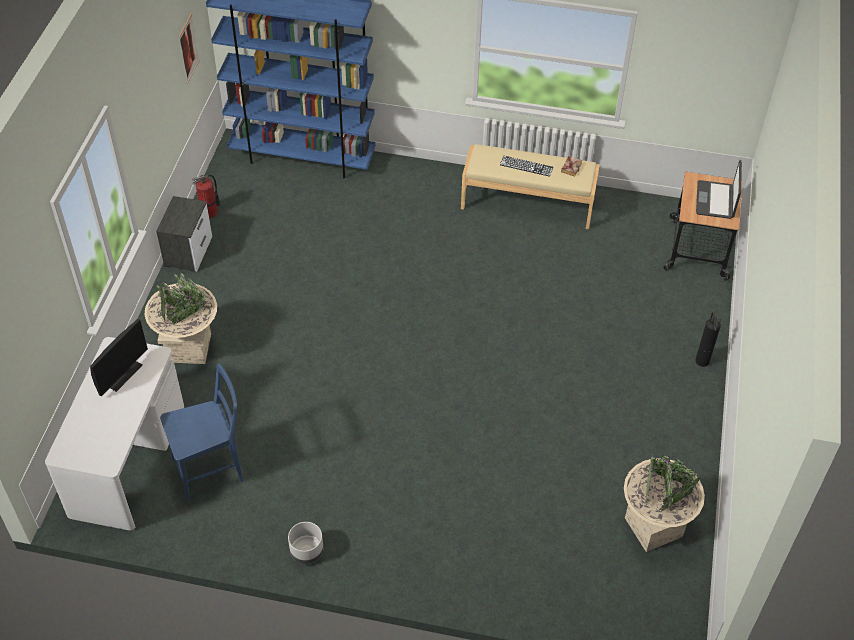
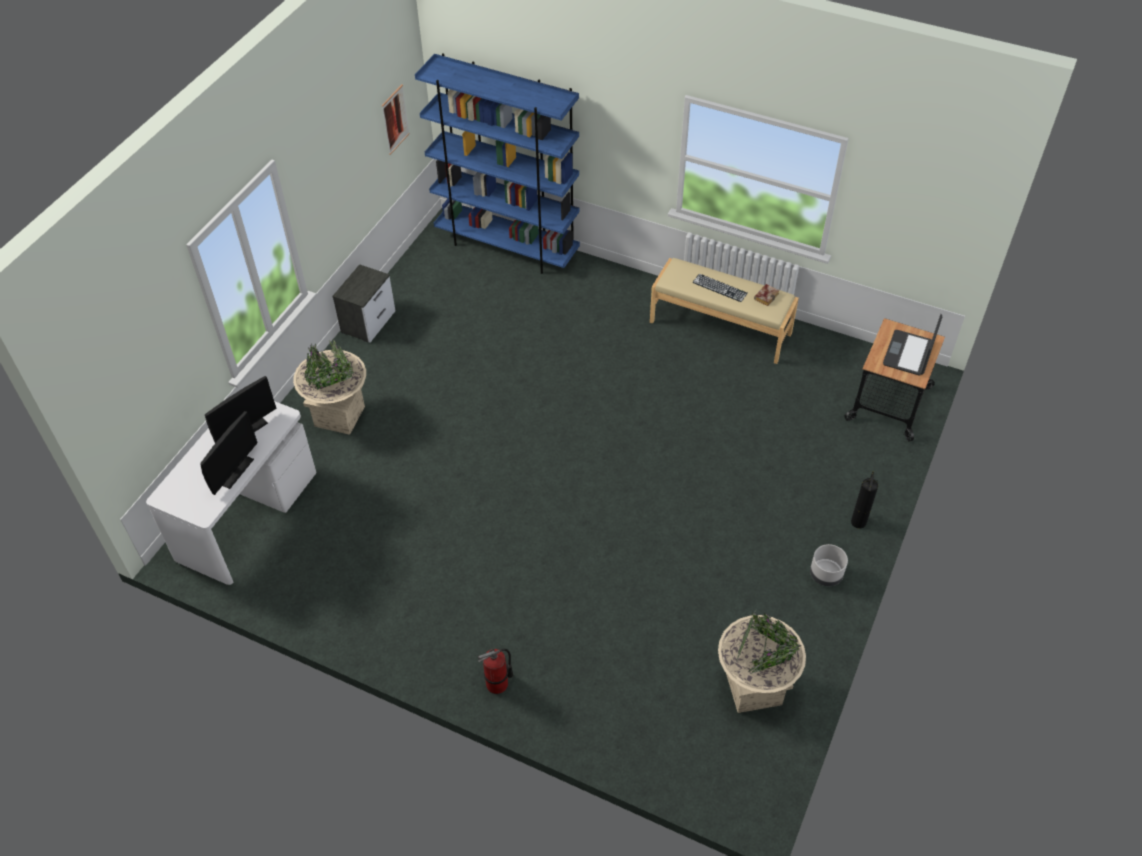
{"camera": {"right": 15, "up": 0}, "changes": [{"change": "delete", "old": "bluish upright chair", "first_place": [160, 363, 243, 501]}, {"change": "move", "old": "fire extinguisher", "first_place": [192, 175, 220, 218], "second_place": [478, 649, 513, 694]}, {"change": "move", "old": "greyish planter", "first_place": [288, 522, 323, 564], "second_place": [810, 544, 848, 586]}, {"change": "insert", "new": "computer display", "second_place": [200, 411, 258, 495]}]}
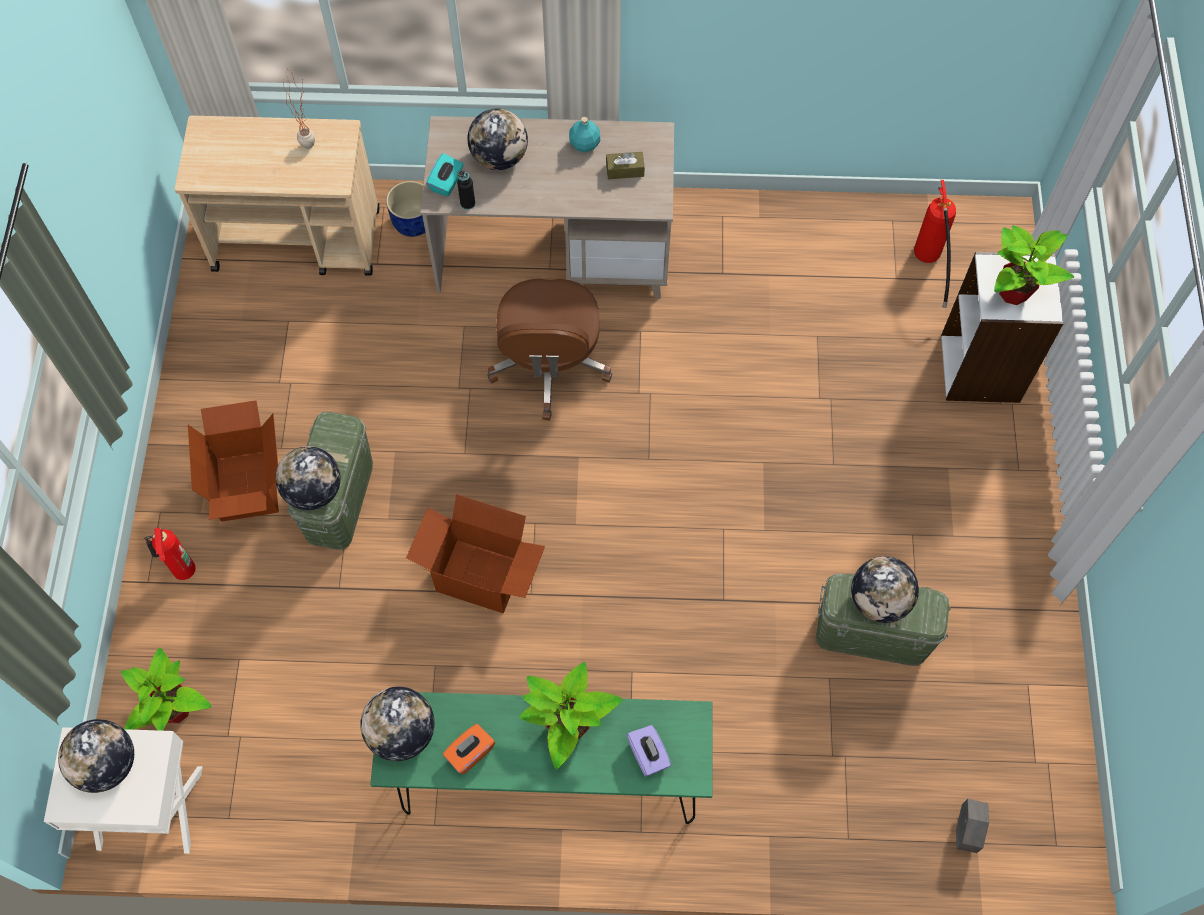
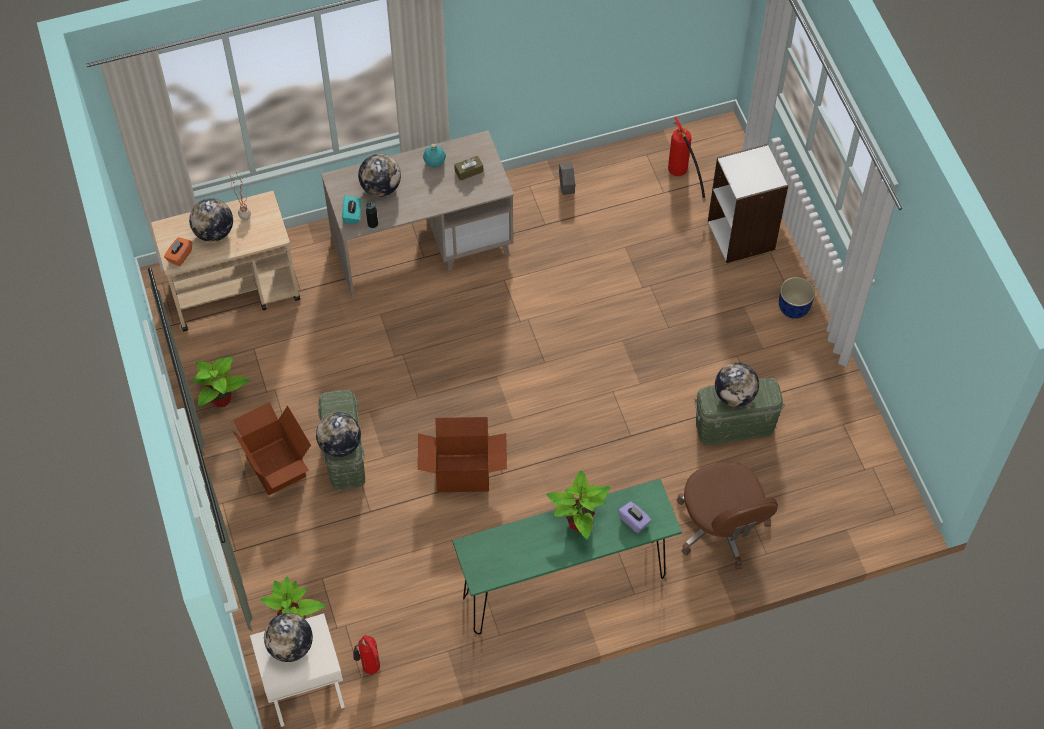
{"camera": {"right": -20, "up": -5}, "changes": [{"change": "move", "old": "fire extinguisher", "first_place": [144, 528, 196, 580], "second_place": [353, 634, 380, 674]}, {"change": "move", "old": "desk globe", "first_place": [360, 687, 435, 761], "second_place": [189, 198, 233, 242]}, {"change": "move", "old": "bluish planter", "first_place": [386, 181, 425, 237], "second_place": [779, 277, 815, 319]}, {"change": "move", "old": "orange box of tissues", "first_place": [443, 724, 495, 774], "second_place": [164, 237, 192, 266]}, {"change": "move", "old": "brown-coloured desk chair", "first_place": [487, 279, 612, 421], "second_place": [677, 462, 778, 570]}, {"change": "move", "old": "greyish planter", "first_place": [956, 799, 989, 853], "second_place": [559, 163, 575, 195]}, {"change": "move", "old": "houseplant", "first_place": [994, 225, 1074, 305], "second_place": [192, 357, 250, 407]}]}
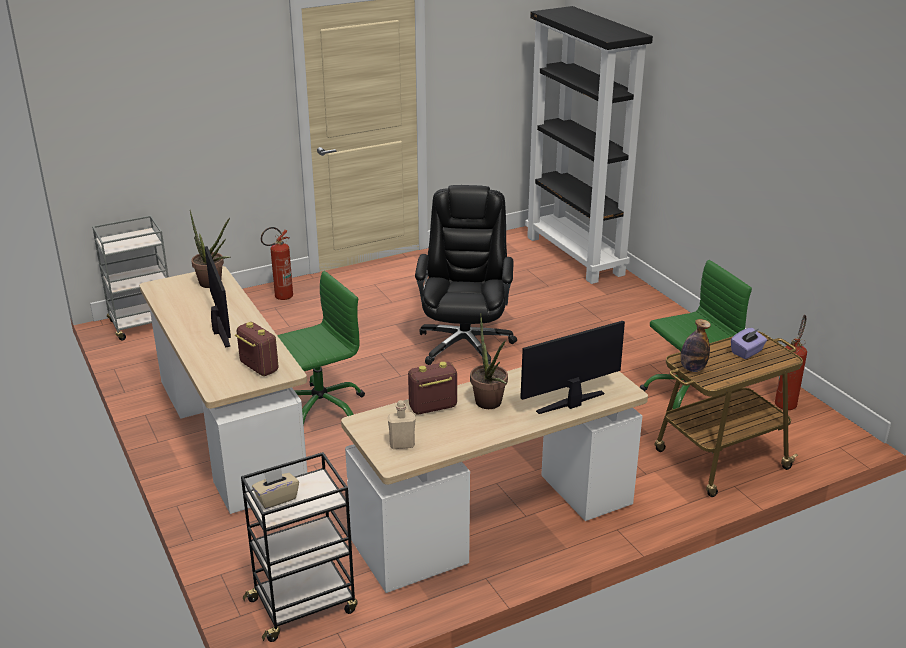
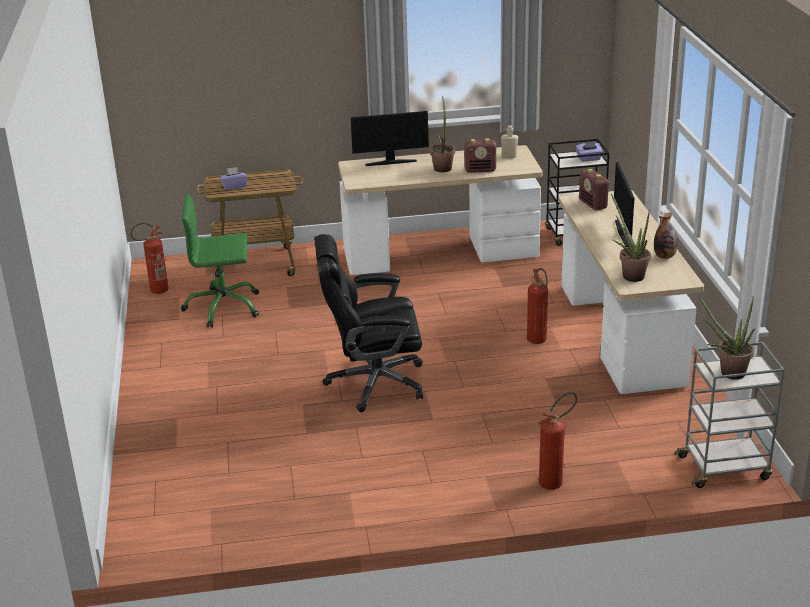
{"camera": {"right": -160, "up": 0}, "changes": [{"change": "recolor", "old": "sand-coloured box of tissues", "new": "purplish box of tissues", "first_place": [252, 468, 299, 509], "second_place": [576, 142, 603, 162]}, {"change": "replace", "old": "greenish desk chair", "new": "fire extinguisher", "first_place": [277, 271, 365, 425], "second_place": [527, 268, 548, 344]}, {"change": "rotate", "old": "black-coloured desk chair", "first_place": [415, 185, 517, 365], "second_place": [314, 234, 423, 412], "degrees": 60}, {"change": "delete", "old": "black-coloured shelving unit", "first_place": [525, 6, 653, 284]}, {"change": "move", "old": "drink bottle", "first_place": [680, 319, 711, 372], "second_place": [654, 213, 678, 259]}, {"change": "insert", "new": "houseplant", "second_place": [698, 296, 755, 380]}]}
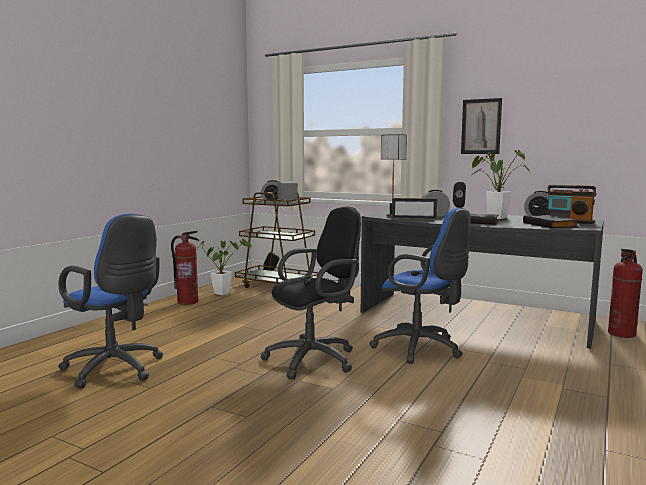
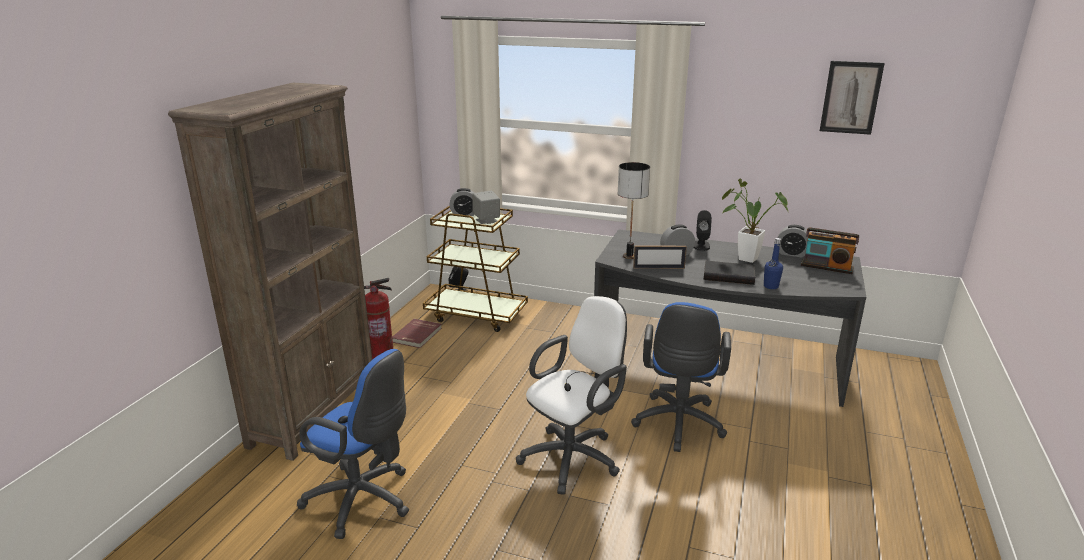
{"camera": {"right": -10, "up": 15}, "changes": [{"change": "replace", "old": "houseplant", "new": "reddish bound book", "first_place": [197, 239, 252, 295], "second_place": [392, 319, 442, 348]}, {"change": "recolor", "old": "black-coloured desk chair", "new": "white desk chair", "first_place": [261, 206, 361, 379], "second_place": [516, 296, 627, 495]}, {"change": "rotate", "old": "bluish desk chair", "first_place": [370, 208, 471, 364], "second_place": [631, 302, 731, 452], "degrees": 75}, {"change": "move", "old": "wall art", "first_place": [461, 98, 502, 154], "second_place": [820, 61, 885, 135]}, {"change": "delete", "old": "black-coloured bound book", "first_place": [523, 215, 579, 229]}, {"change": "delete", "old": "fire extinguisher", "first_place": [608, 249, 643, 338]}, {"change": "insert", "new": "brown-coloured shelving unit", "second_place": [168, 83, 372, 461]}, {"change": "insert", "new": "bluish drink bottle", "second_place": [764, 238, 783, 289]}]}
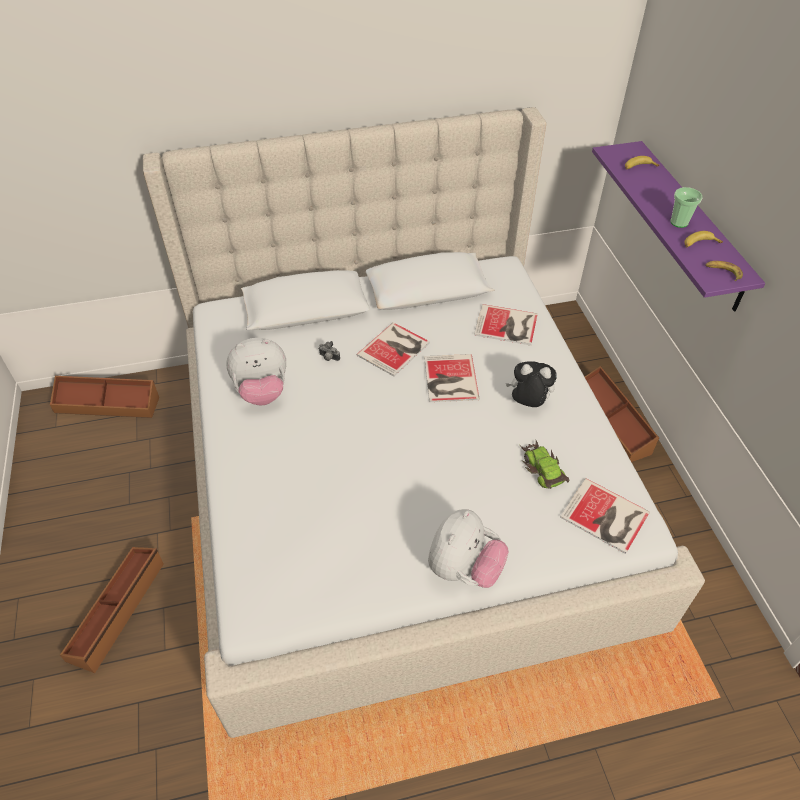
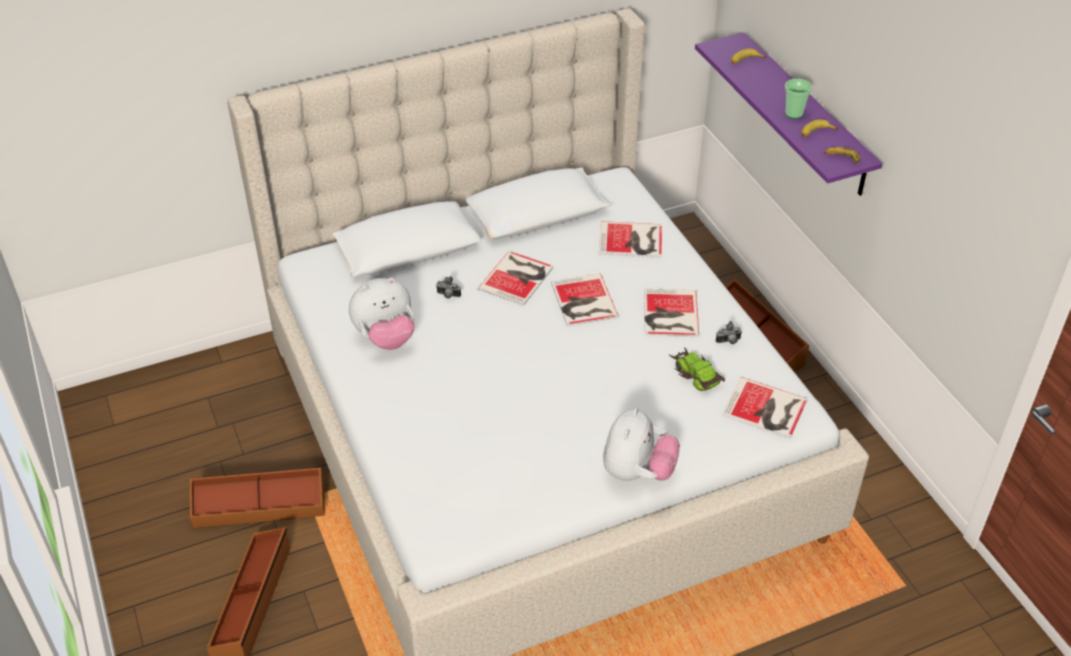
{"camera": {"right": -10, "up": -5}, "changes": [{"change": "move", "old": "brown-coloured storage box", "first_place": [50, 376, 159, 418], "second_place": [190, 468, 325, 528]}, {"change": "replace", "old": "soft toy", "new": "bound book", "first_place": [506, 361, 557, 407], "second_place": [644, 289, 699, 337]}, {"change": "insert", "new": "photo camera", "second_place": [716, 321, 742, 344]}]}
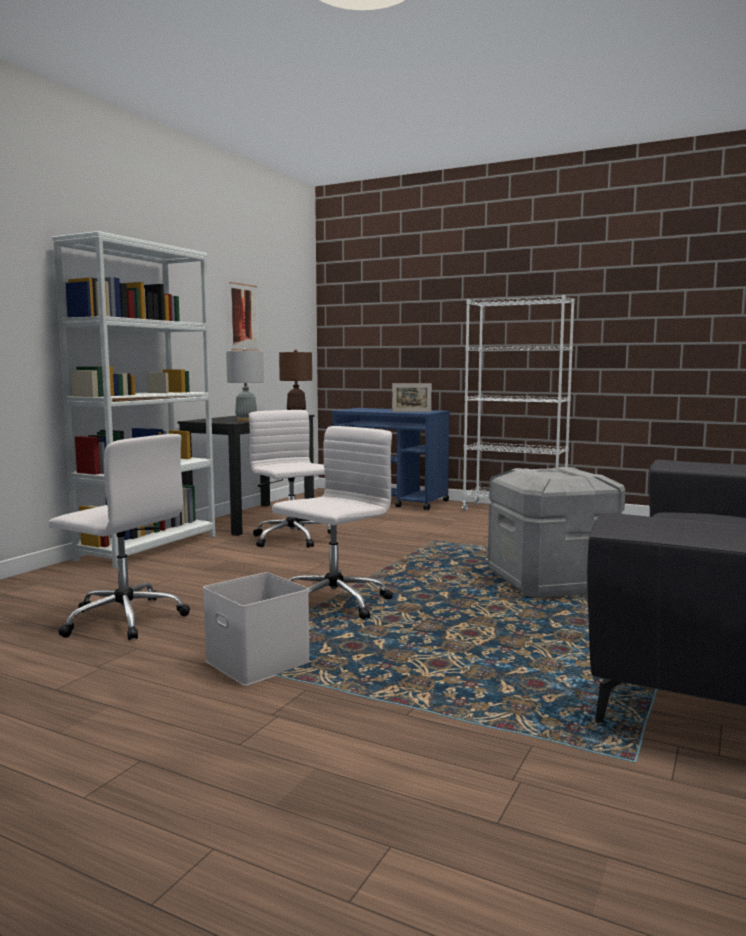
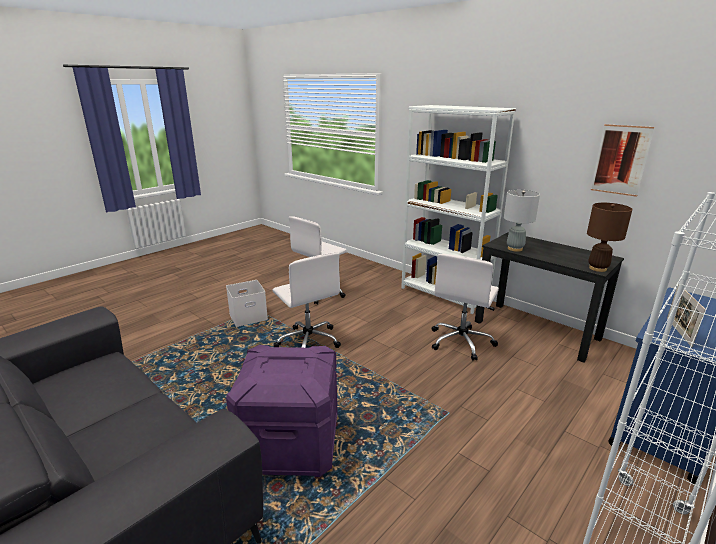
{"camera": {"right": 105, "up": 15}, "changes": [{"change": "rotate", "old": "white desk chair", "first_place": [249, 410, 337, 548], "second_place": [432, 254, 499, 360], "degrees": 135}, {"change": "recolor", "old": "greyish storage box", "new": "purplish storage box", "first_place": [488, 467, 625, 598], "second_place": [226, 345, 338, 477]}]}
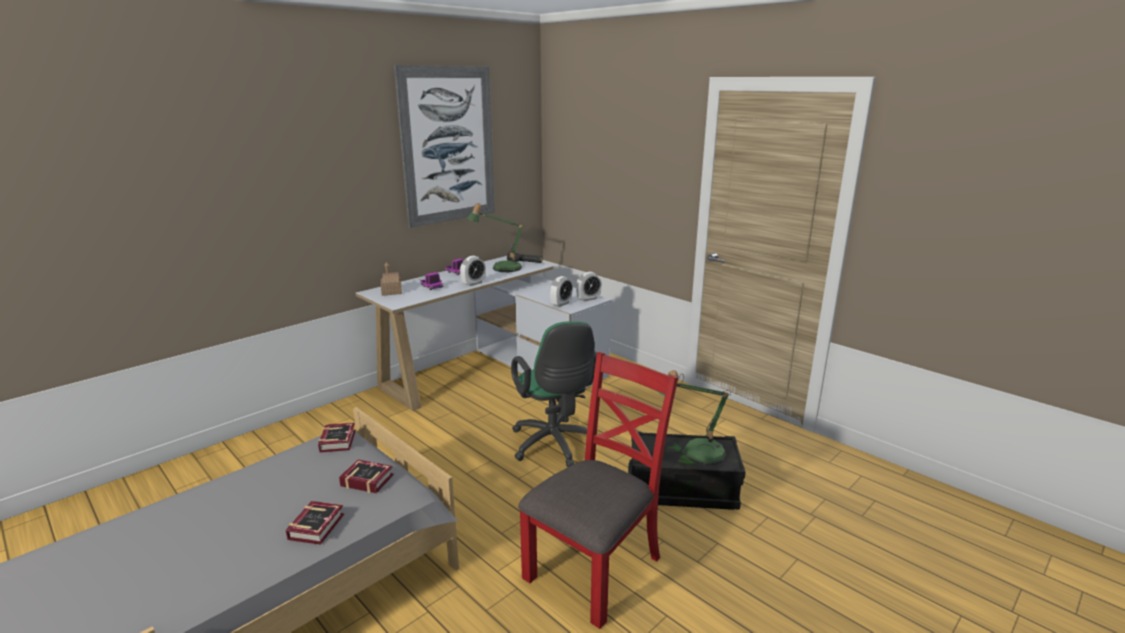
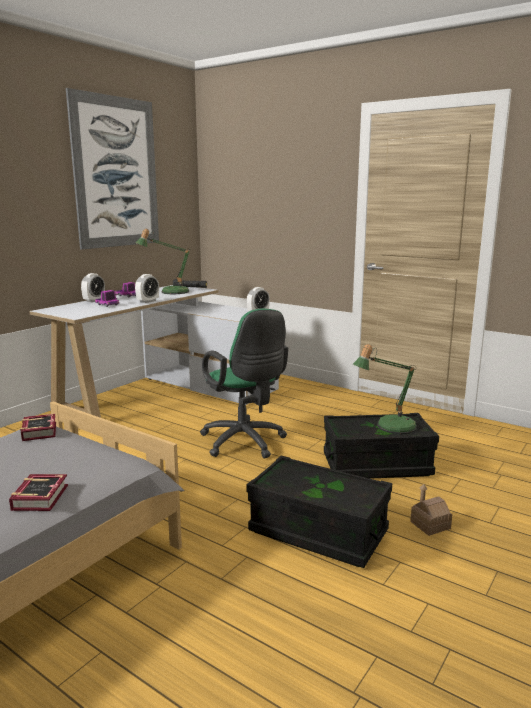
{"camera": {"right": -10, "up": -5}, "changes": [{"change": "delete", "old": "bound book", "first_place": [339, 460, 393, 493]}, {"change": "move", "old": "model house", "first_place": [381, 262, 402, 296], "second_place": [410, 484, 452, 536]}, {"change": "replace", "old": "reddish upright chair", "new": "black-coloured storage box", "first_place": [518, 352, 678, 629], "second_place": [246, 455, 392, 568]}, {"change": "move", "old": "bedside clock", "first_place": [550, 276, 573, 307], "second_place": [81, 273, 105, 302]}]}
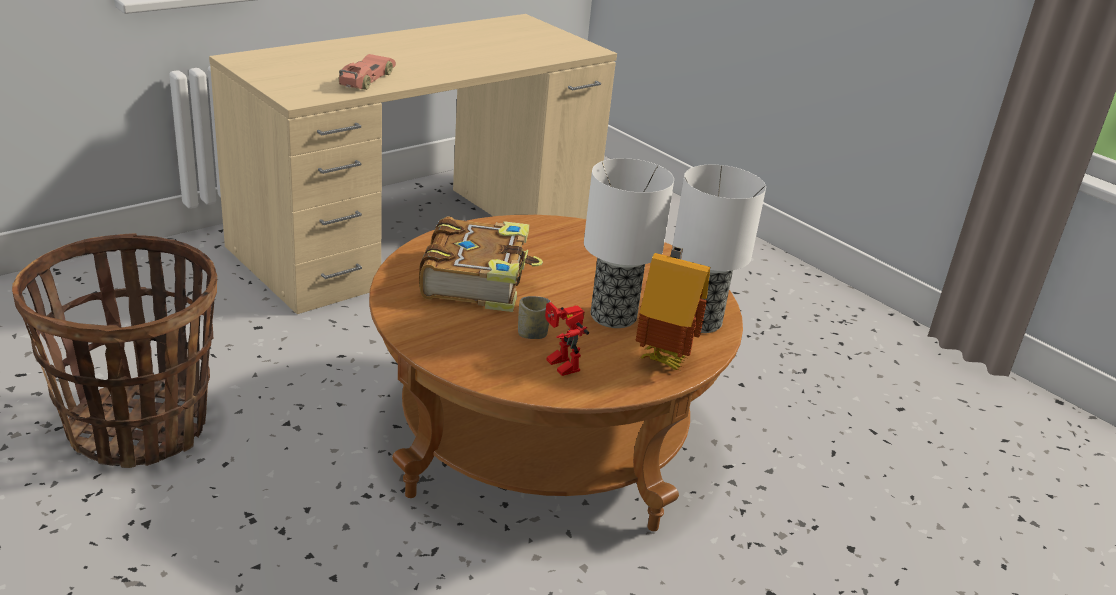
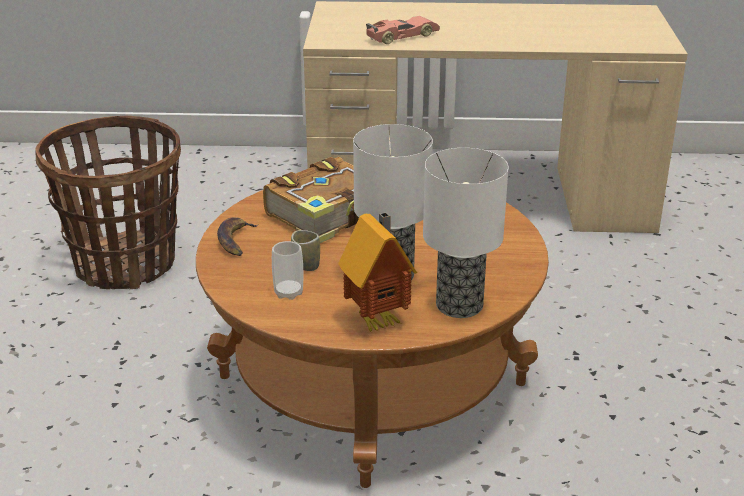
{"camera": {"right": 45, "up": 0}, "changes": [{"change": "replace", "old": "model robot", "new": "drinking cup", "first_place": [545, 302, 589, 376], "second_place": [272, 241, 303, 300]}, {"change": "insert", "new": "banana fruit", "second_place": [217, 217, 258, 256]}]}
